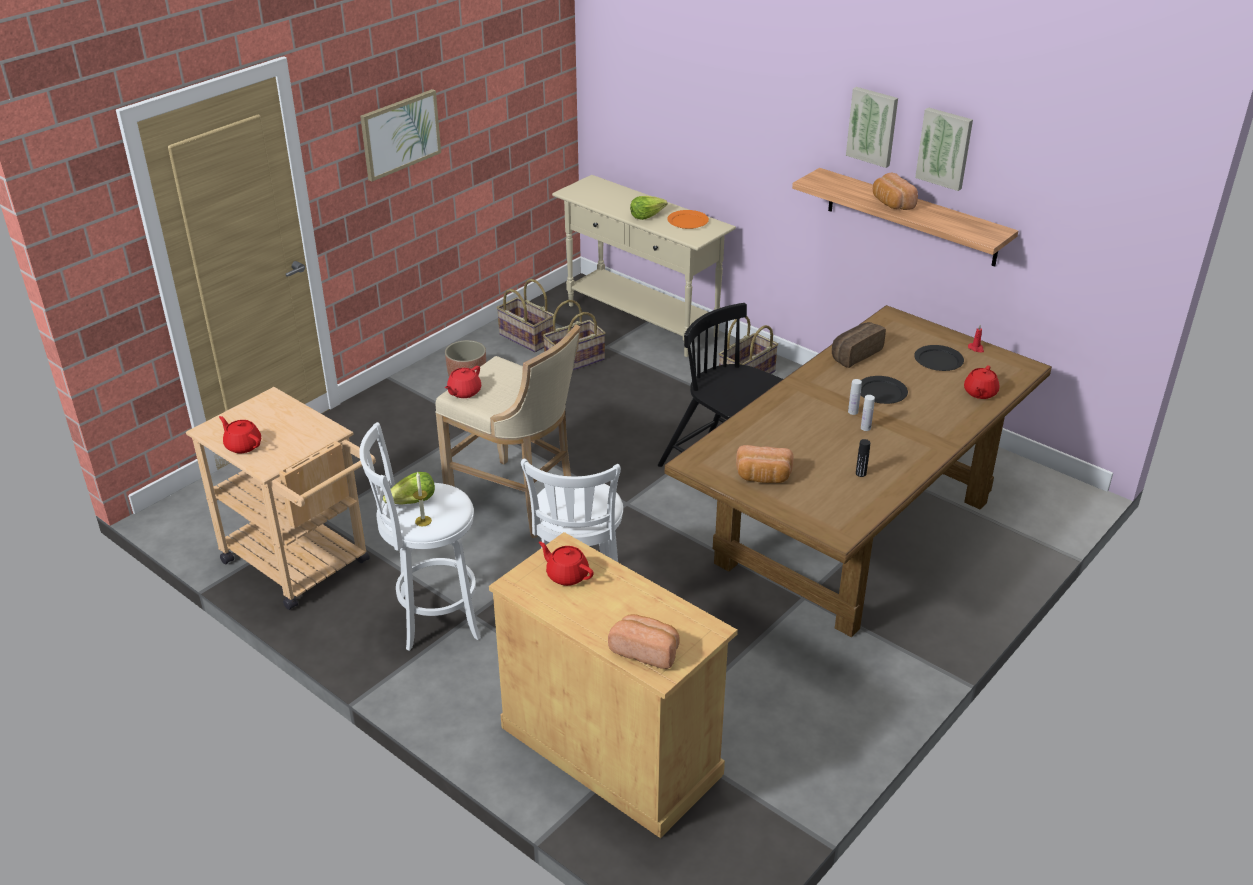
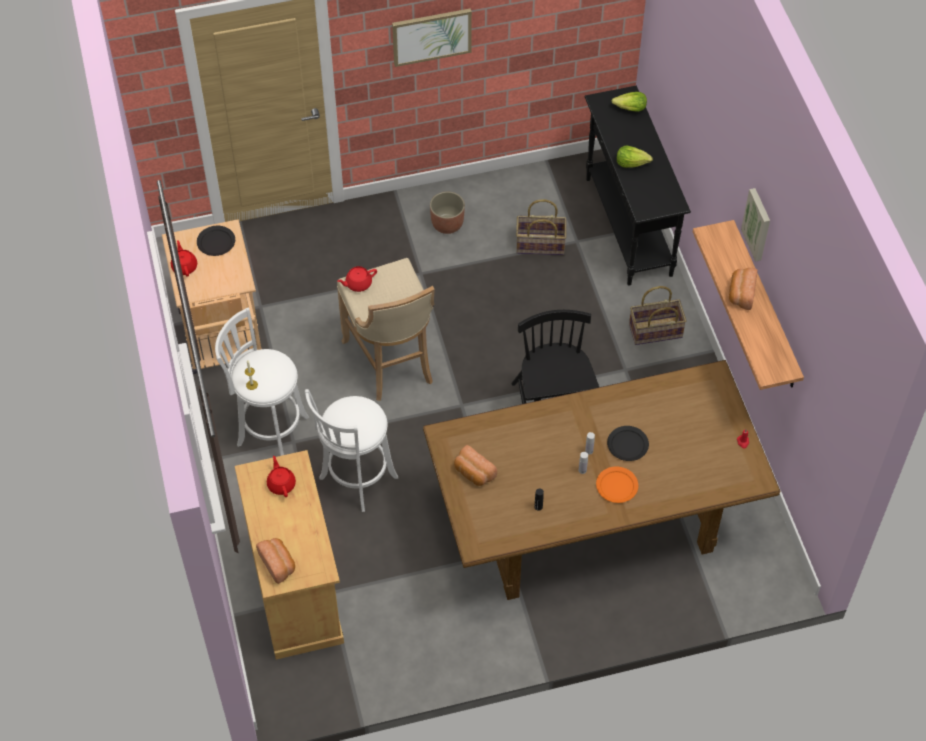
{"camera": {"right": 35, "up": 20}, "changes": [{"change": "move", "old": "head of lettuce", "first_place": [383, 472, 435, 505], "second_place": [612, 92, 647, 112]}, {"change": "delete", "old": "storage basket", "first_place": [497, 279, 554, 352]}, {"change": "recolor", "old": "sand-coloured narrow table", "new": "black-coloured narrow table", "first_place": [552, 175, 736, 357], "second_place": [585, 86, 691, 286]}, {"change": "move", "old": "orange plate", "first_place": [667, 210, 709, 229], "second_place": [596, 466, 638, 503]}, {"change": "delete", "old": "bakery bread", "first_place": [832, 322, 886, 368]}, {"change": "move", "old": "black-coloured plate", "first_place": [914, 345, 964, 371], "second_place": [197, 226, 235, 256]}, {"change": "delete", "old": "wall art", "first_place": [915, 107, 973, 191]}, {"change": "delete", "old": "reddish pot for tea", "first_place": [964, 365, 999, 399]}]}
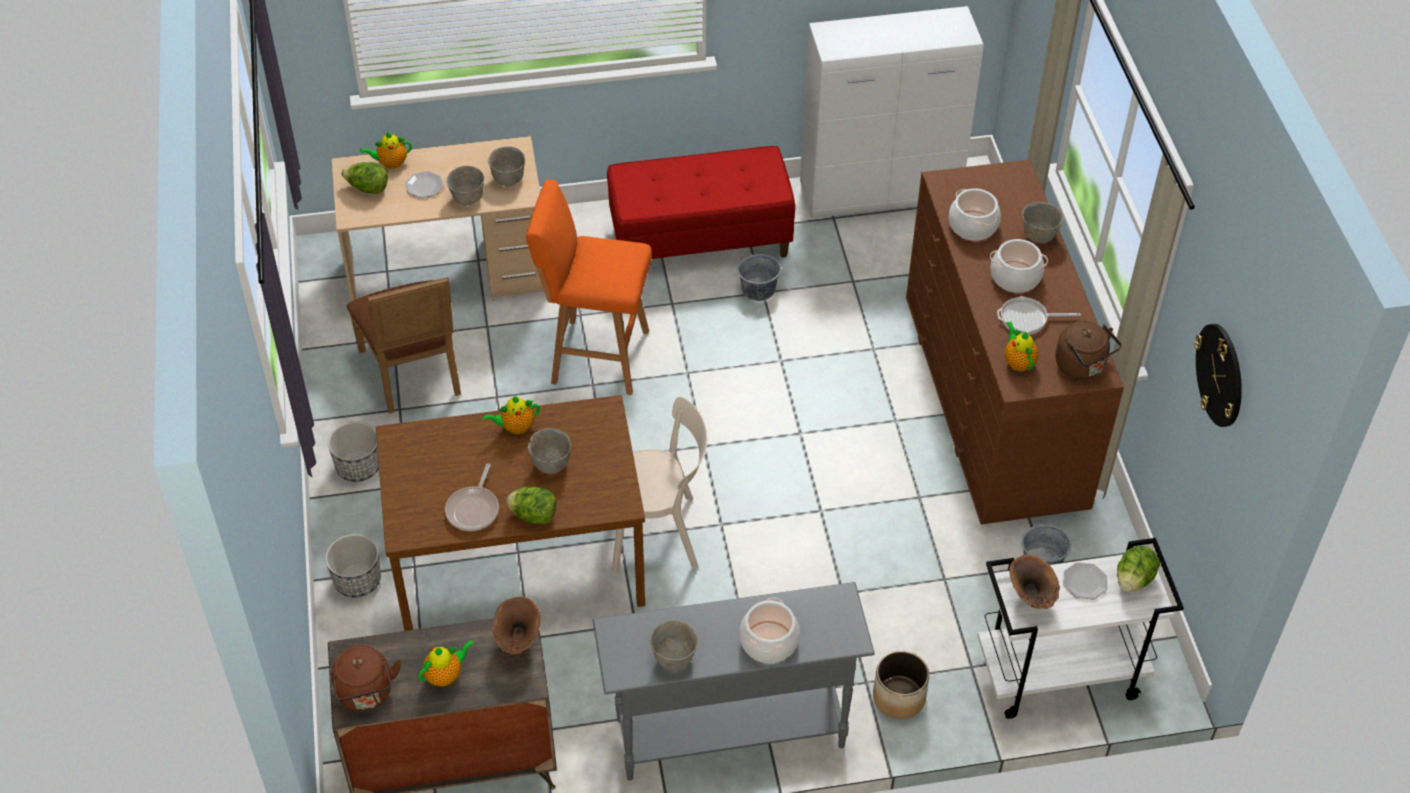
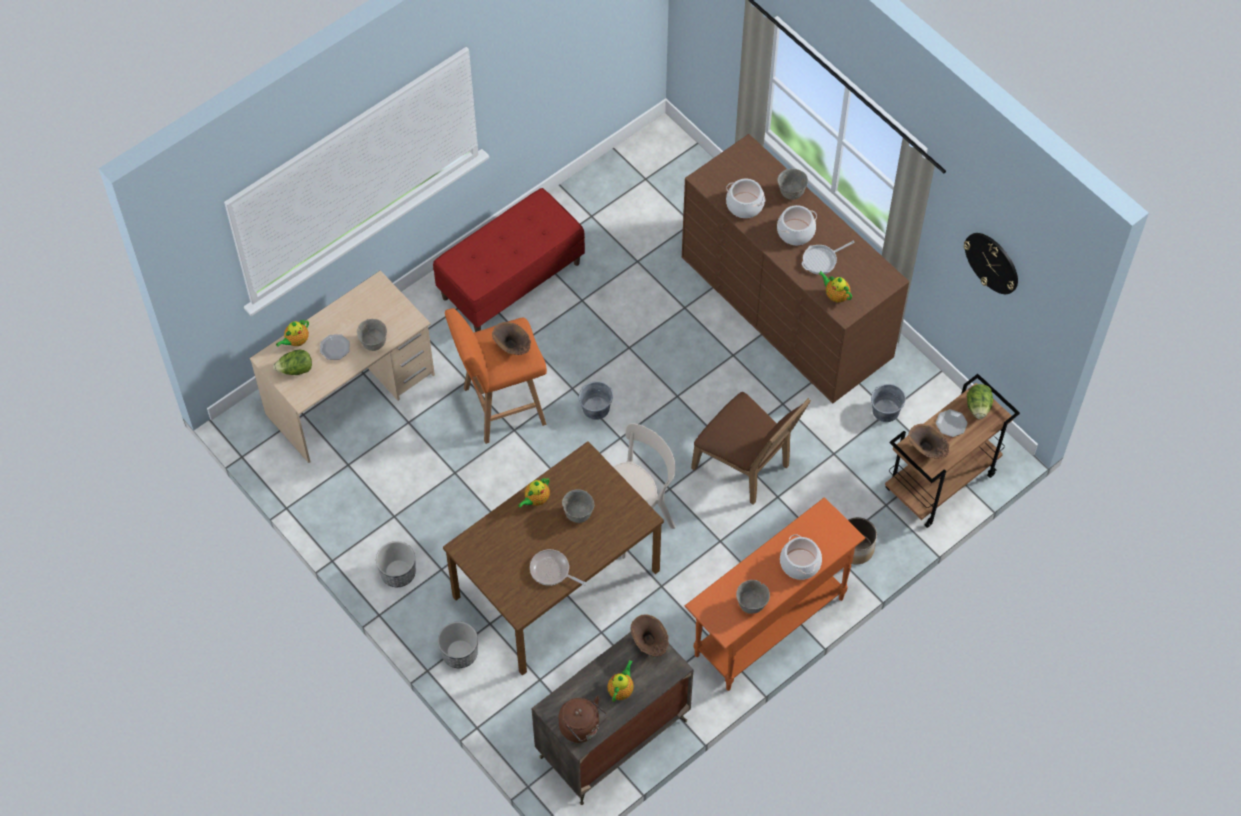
{"camera": {"right": -30, "up": 10}, "changes": [{"change": "move", "old": "brown-coloured upright chair", "first_place": [347, 277, 461, 414], "second_place": [691, 392, 811, 505]}, {"change": "rotate", "old": "pan", "first_place": [445, 464, 499, 531], "second_place": [530, 549, 586, 586], "degrees": 135}, {"change": "delete", "old": "greyish serving bowl", "first_place": [488, 146, 525, 186]}, {"change": "delete", "old": "head of lettuce", "first_place": [506, 486, 556, 524]}, {"change": "recolor", "old": "greyish narrow table", "new": "orange narrow table", "first_place": [593, 582, 875, 781], "second_place": [684, 497, 865, 691]}, {"change": "move", "old": "greyish water bucket", "first_place": [738, 249, 781, 301], "second_place": [579, 381, 613, 420]}, {"change": "delete", "old": "white cabinet", "first_place": [800, 6, 983, 218]}, {"change": "recolor", "old": "white trolley", "new": "brown-coloured trolley", "first_place": [977, 538, 1184, 719], "second_place": [885, 374, 1020, 528]}, {"change": "delete", "old": "brown-coloured water kettle", "first_place": [1056, 321, 1122, 379]}, {"change": "insert", "new": "brown-coloured decorative vase", "second_place": [492, 322, 531, 355]}]}
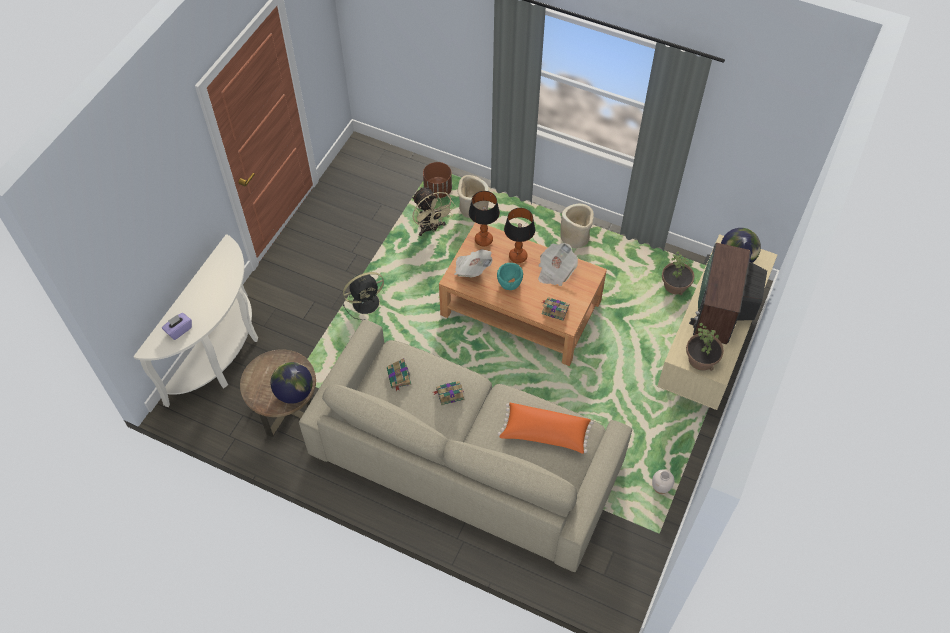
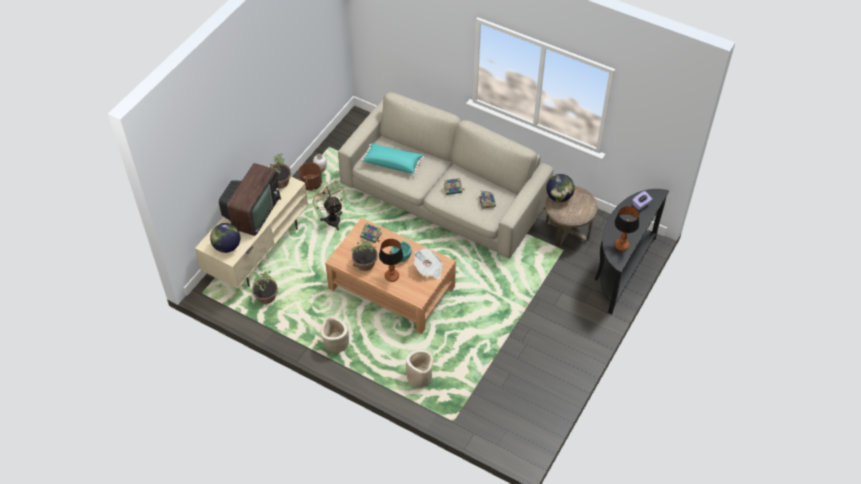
{"camera": {"right": -175, "up": -5}, "changes": [{"change": "recolor", "old": "white narrow table", "new": "black-coloured narrow table", "first_place": [133, 234, 258, 407], "second_place": [595, 189, 669, 314]}, {"change": "delete", "old": "black-coloured electric fan", "first_place": [342, 272, 384, 320]}, {"change": "move", "old": "sand-coloured electric fan", "first_place": [412, 187, 455, 236], "second_place": [310, 180, 345, 230]}, {"change": "move", "old": "brown-coloured planter", "first_place": [423, 162, 452, 198], "second_place": [298, 162, 322, 191]}, {"change": "move", "old": "lamp for a table", "first_place": [469, 191, 500, 246], "second_place": [614, 206, 639, 251]}, {"change": "recolor", "old": "orange pillow", "new": "turquoise pillow", "first_place": [498, 403, 594, 454], "second_place": [361, 143, 424, 174]}, {"change": "replace", "old": "printed paper", "new": "houseplant", "first_place": [538, 243, 578, 286], "second_place": [351, 238, 378, 271]}]}
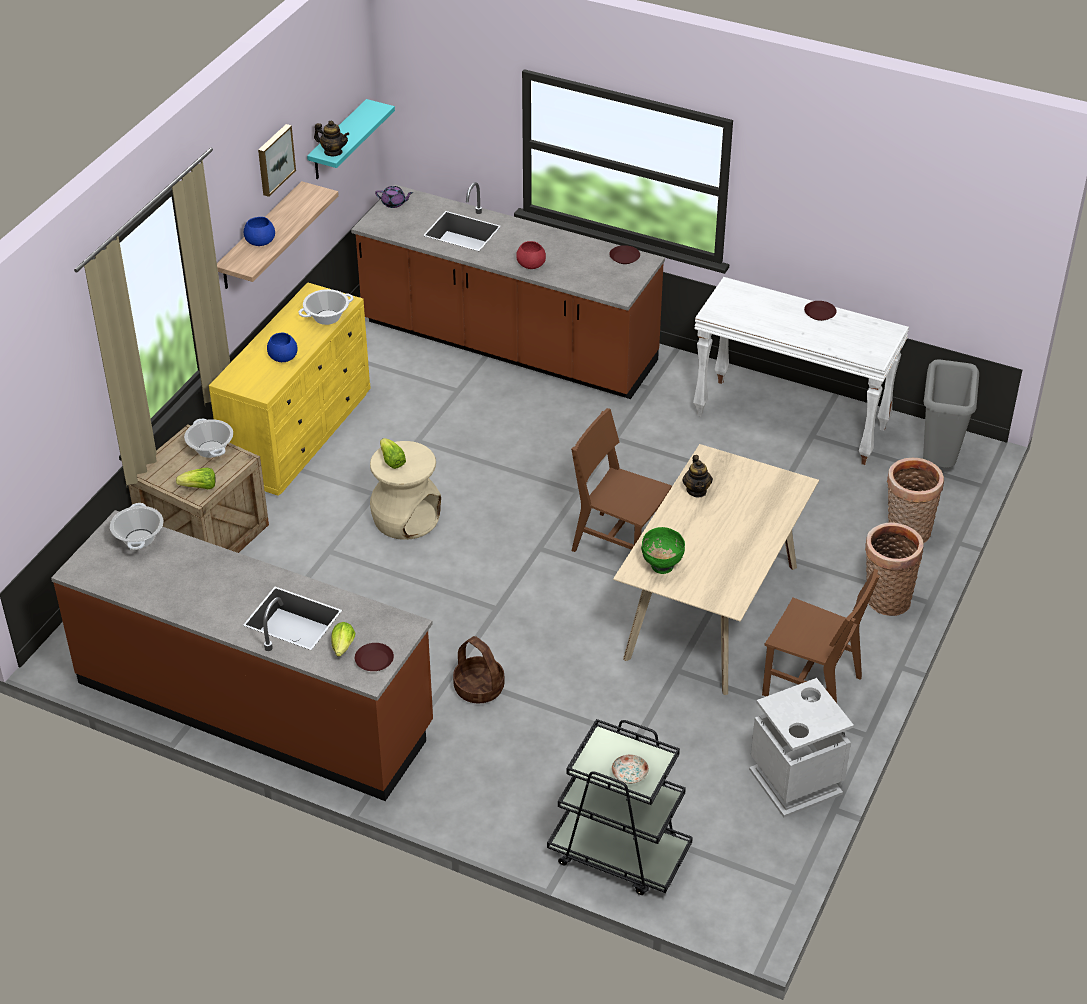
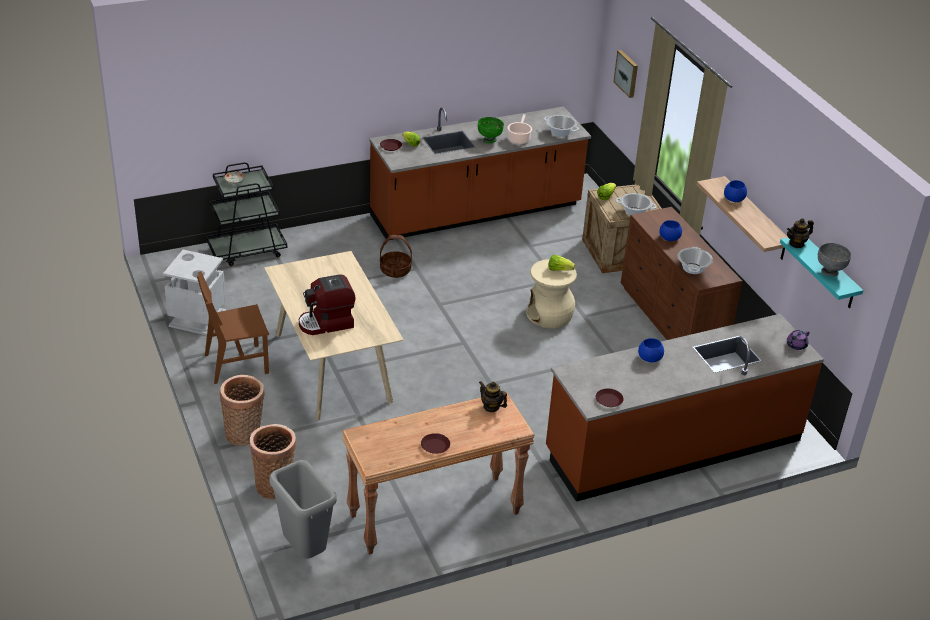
{"camera": {"right": 130, "up": -5}, "changes": [{"change": "recolor", "old": "yellow-coloured drawer chest", "new": "brown-coloured drawer chest", "first_place": [209, 282, 371, 496], "second_place": [621, 207, 743, 340]}, {"change": "move", "old": "wall art", "first_place": [258, 124, 296, 197], "second_place": [613, 50, 638, 98]}, {"change": "recolor", "old": "reddish serving bowl", "new": "bluish serving bowl", "first_place": [516, 241, 546, 269], "second_place": [638, 338, 664, 362]}, {"change": "delete", "old": "brown-coloured upright chair", "first_place": [571, 408, 672, 552]}, {"change": "move", "old": "greenish serving bowl", "first_place": [641, 527, 685, 574], "second_place": [478, 117, 504, 143]}, {"change": "move", "old": "pot for tea", "first_place": [682, 455, 713, 498], "second_place": [479, 381, 507, 412]}, {"change": "recolor", "old": "white narrow table", "new": "brown-coloured narrow table", "first_place": [693, 277, 909, 465], "second_place": [342, 392, 534, 555]}, {"change": "insert", "new": "coffee maker", "second_place": [299, 274, 356, 335]}, {"change": "insert", "new": "cooking pot", "second_place": [508, 114, 532, 144]}, {"change": "insert", "new": "greyish serving bowl", "second_place": [818, 243, 851, 276]}]}
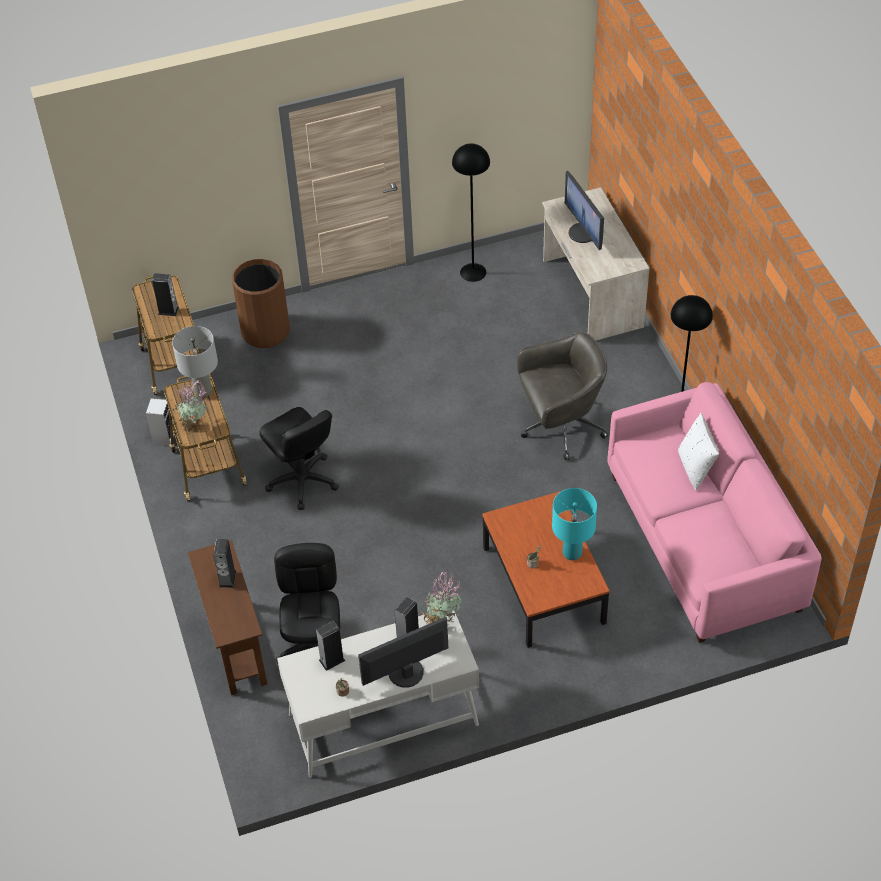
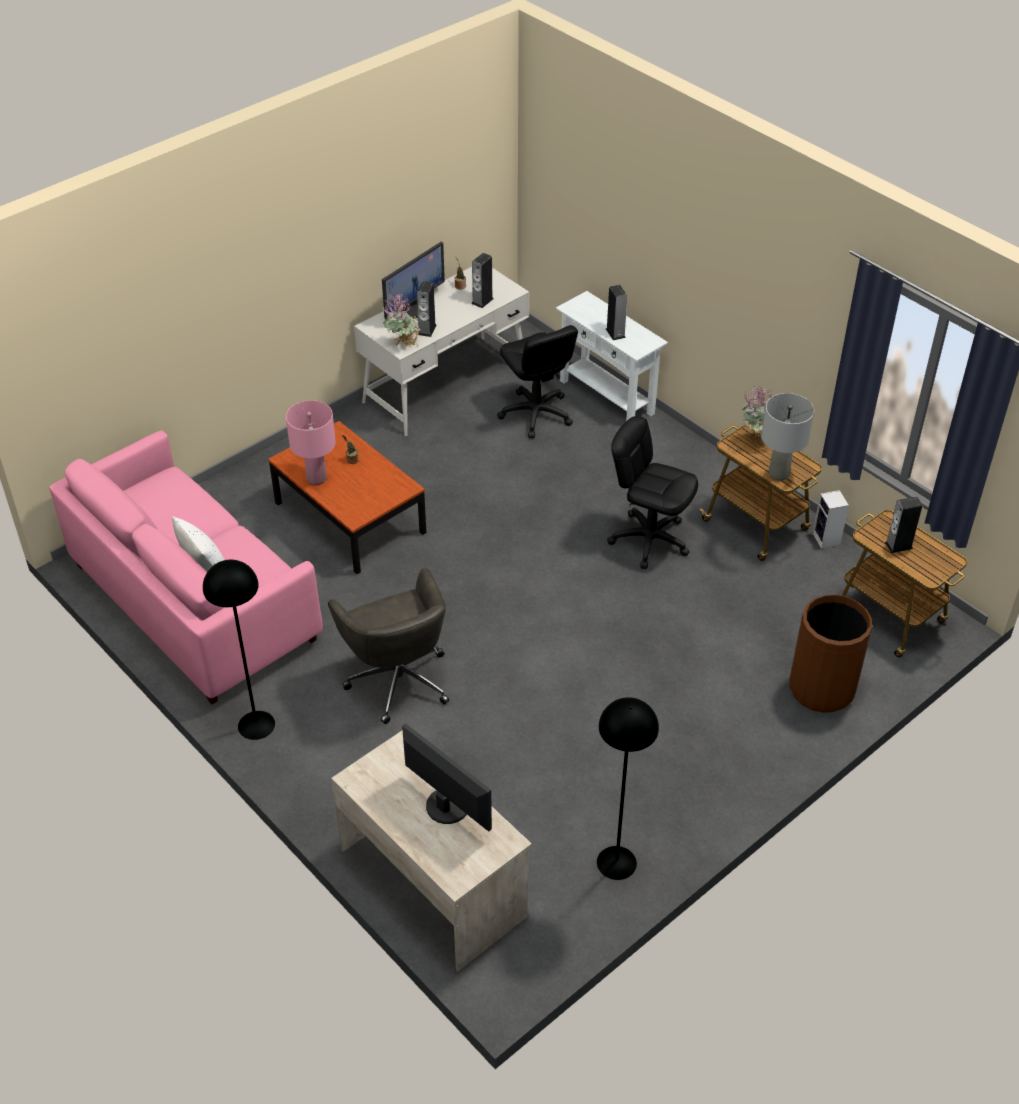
{"camera": {"right": 155, "up": -5}, "changes": [{"change": "recolor", "old": "brown-coloured narrow table", "new": "white narrow table", "first_place": [188, 540, 267, 695], "second_place": [556, 291, 668, 421]}, {"change": "rotate", "old": "greyish desk chair", "first_place": [517, 332, 608, 461], "second_place": [328, 568, 449, 724], "degrees": -75}, {"change": "recolor", "old": "turquoise lamp for a table", "new": "pink lamp for a table", "first_place": [552, 488, 597, 560], "second_place": [286, 400, 336, 485]}]}
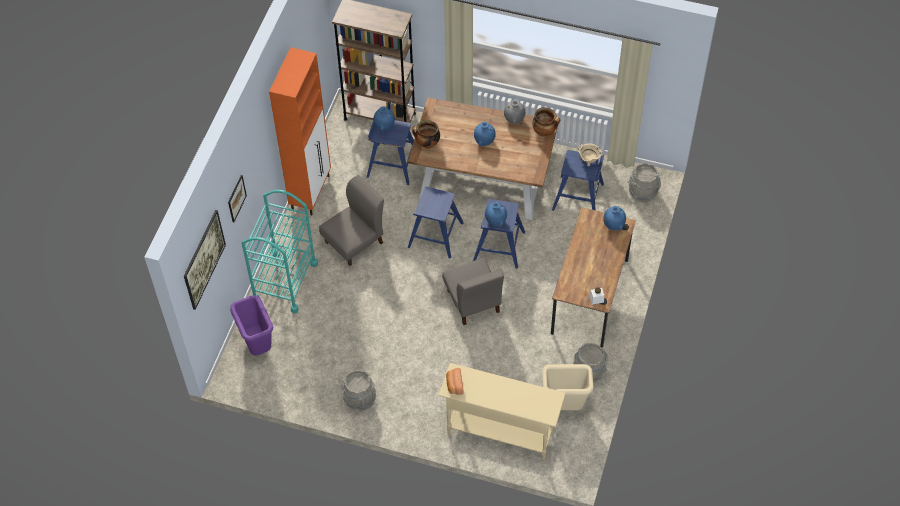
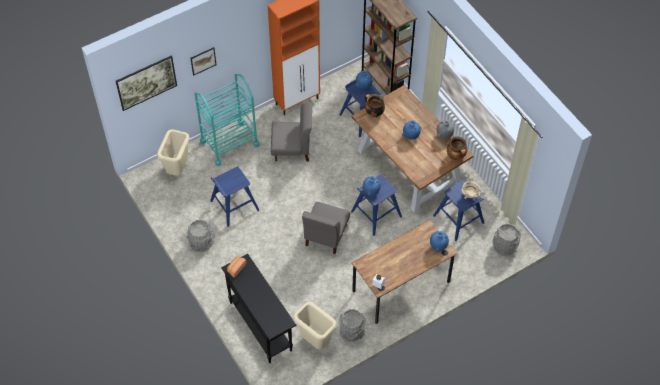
{"camera": {"right": 40, "up": 0}, "changes": [{"change": "recolor", "old": "purplish trash can", "new": "sand-coloured trash can", "first_place": [230, 295, 273, 356], "second_place": [157, 129, 190, 176]}, {"change": "move", "old": "bluish stool seat", "first_place": [408, 187, 464, 259], "second_place": [210, 166, 260, 227]}, {"change": "recolor", "old": "sand-coloured narrow table", "new": "black-coloured narrow table", "first_place": [438, 363, 566, 460], "second_place": [221, 254, 296, 363]}]}
